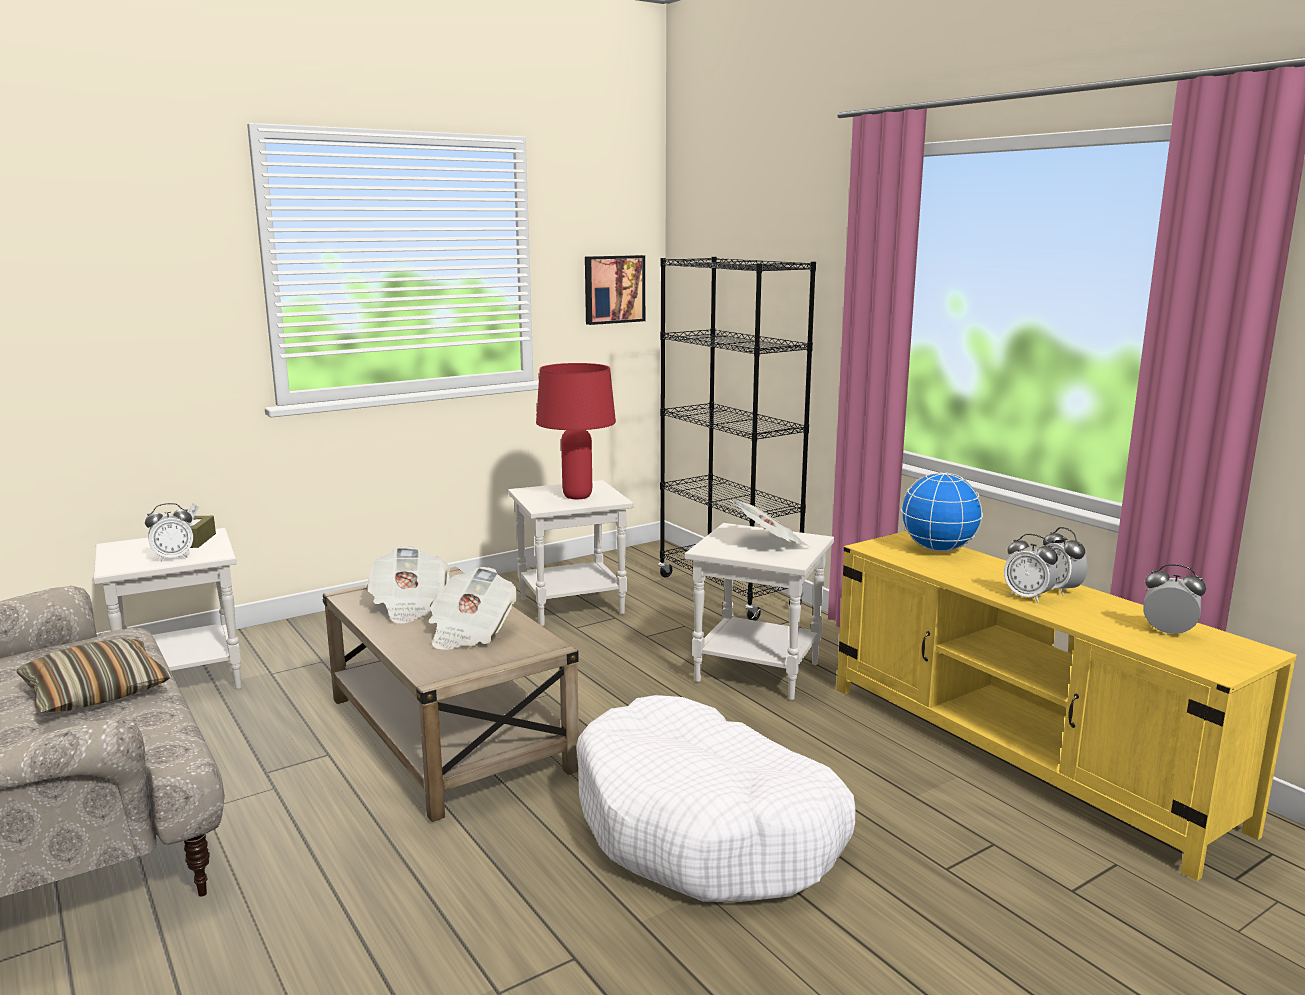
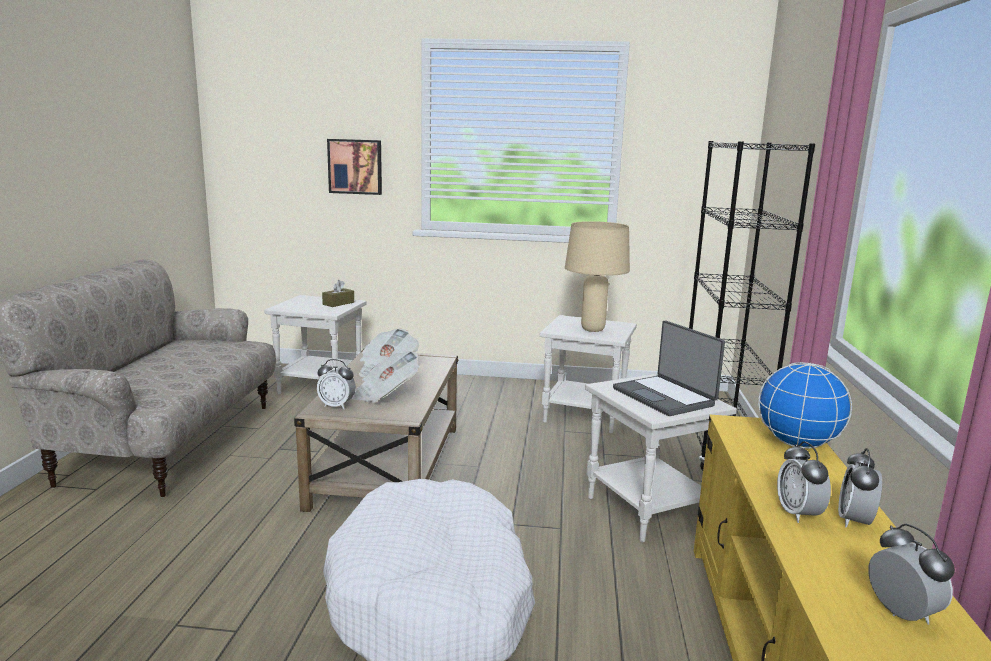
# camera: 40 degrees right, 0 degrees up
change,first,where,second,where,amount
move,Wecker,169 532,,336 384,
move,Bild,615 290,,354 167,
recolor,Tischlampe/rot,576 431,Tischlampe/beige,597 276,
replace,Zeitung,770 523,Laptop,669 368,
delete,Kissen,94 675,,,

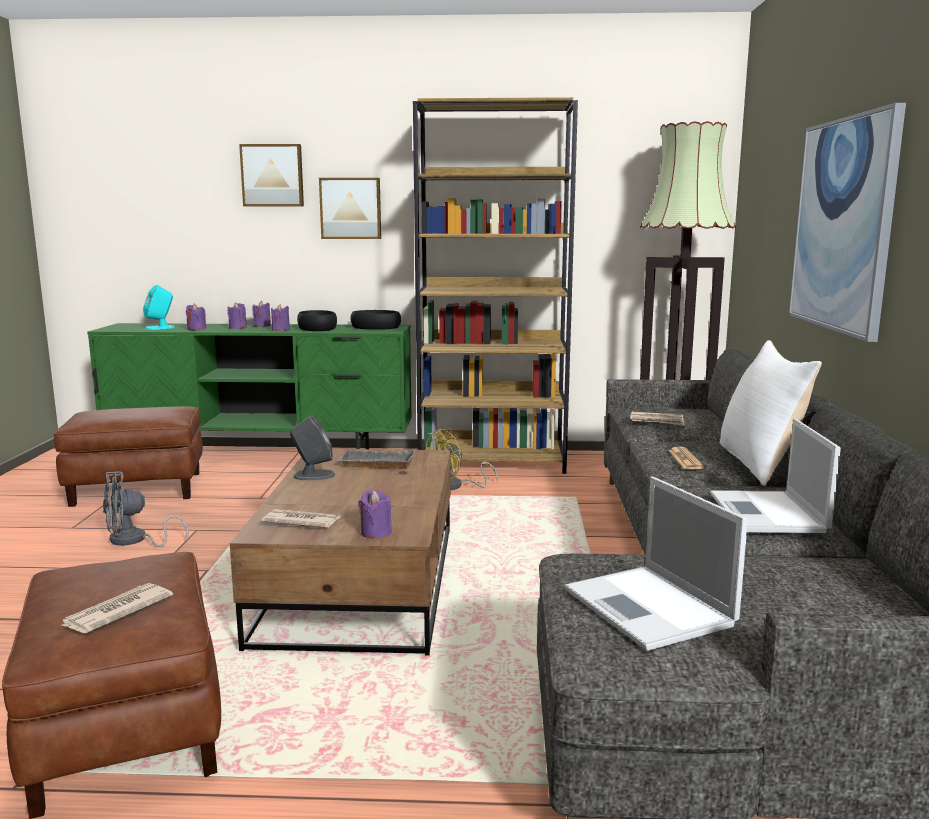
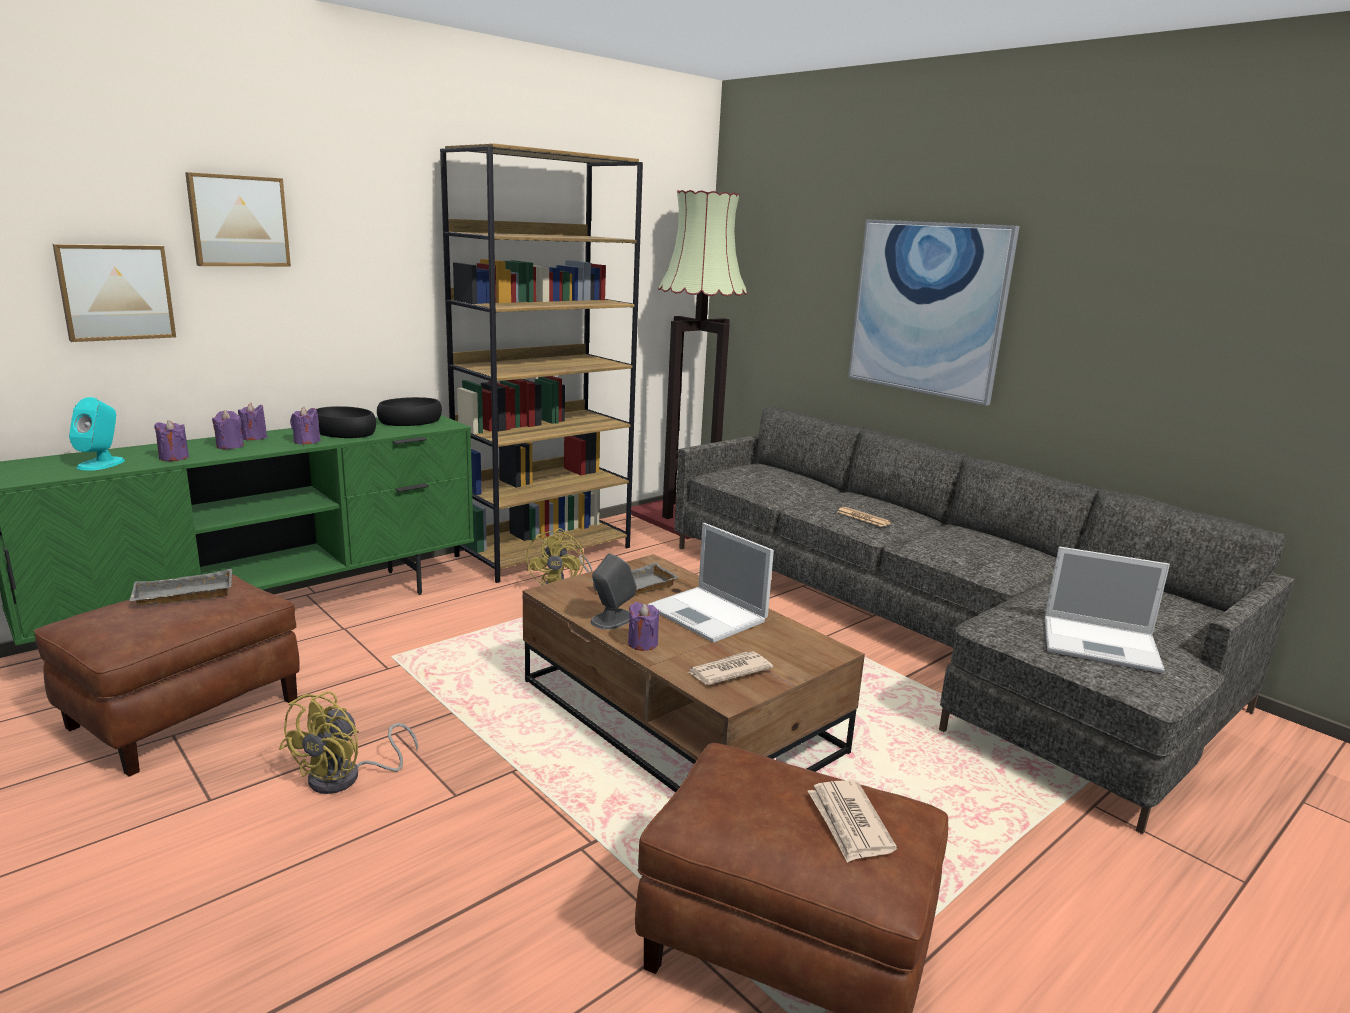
# camera: 45 degrees left, 5 degrees up
change,first,where,second,where,amount
move,Bild,350 208,,114 293,
insert,,,Tablett/grau,180 587,
recolor,Ventilator/grau,146 509,Ventilator/gelb,348 742,
move,Kerze/lila,375 514,,643 626,
move,Laptop,775 475,,710 583,
delete,Zeitung,657 419,,,
delete,Kissen/weiß,771 413,,,

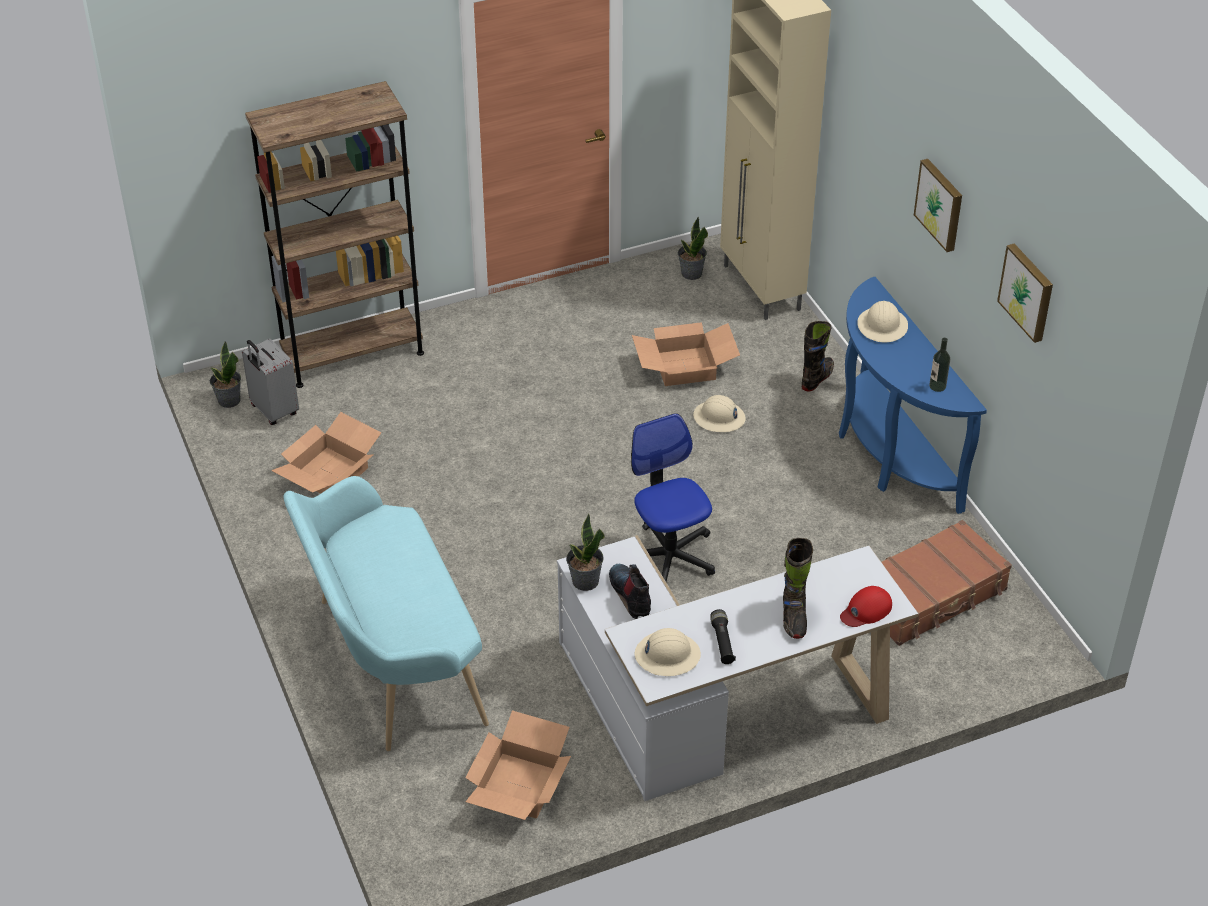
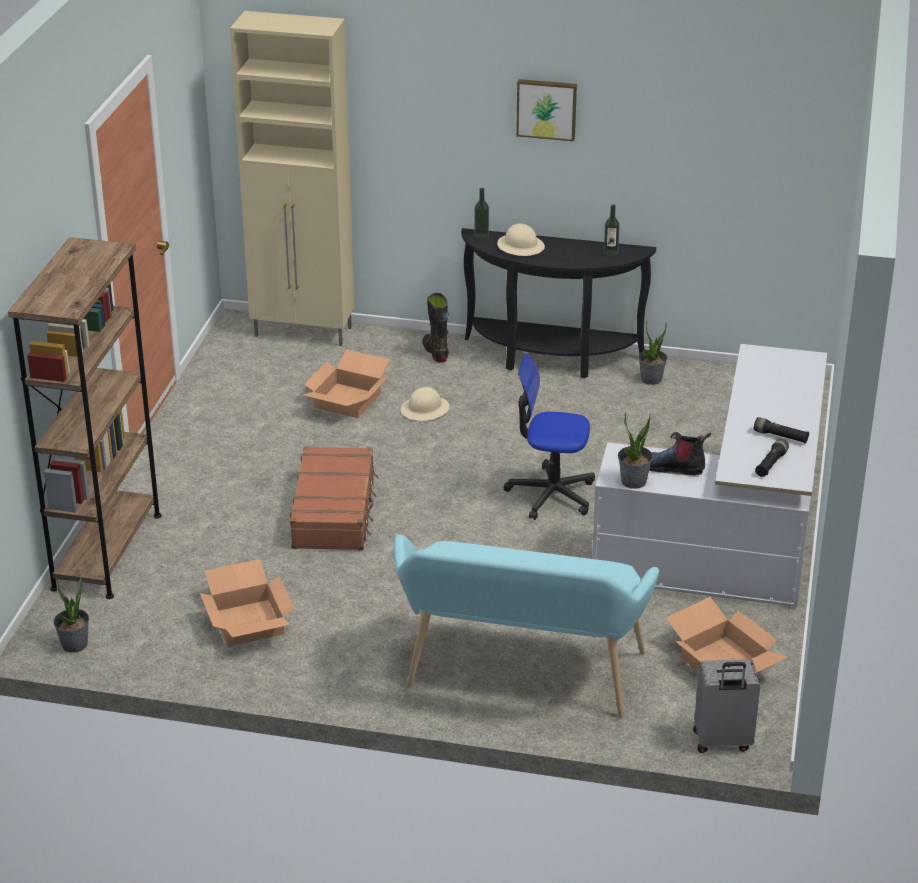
# camera: 55 degrees left, 10 degrees down
change,first,where,second,where,amount
move,Koffer/braun,947 583,,334 498,
recolor,Konsolentisch/blau,913 395,Konsolentisch/schwarz,558 303,
insert,,,Flasche,482 214,
move,Topfpflanze,693 248,,652 352,
move,Koffer/grau,270 381,,726 706,
replace,Schutzhelm/beige,668 652,Taschenlampe/schwarz,772 458,
delete,Stiefel/schwarz,798 588,,,
delete,Kappe/rot,866 606,,,
delete,Bild,1025 293,,,

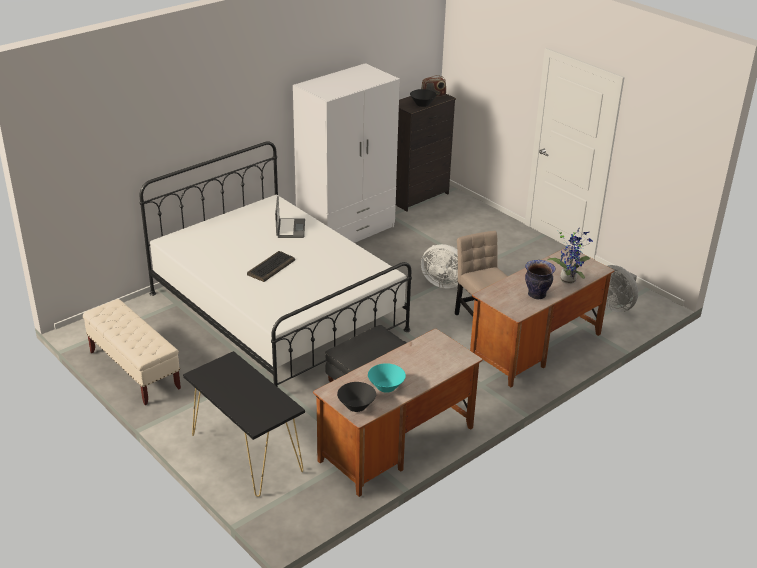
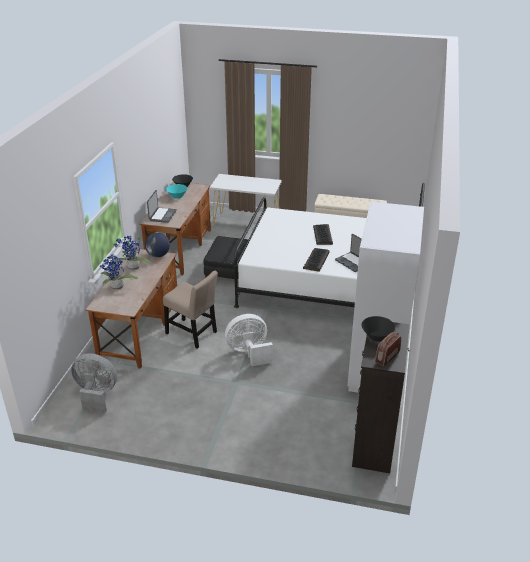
# camera: 145 degrees right, 0 degrees up
change,first,where,second,where,amount
replace,Vase,540 279,Topfpflanze,132 253,
insert,,,Globus,157 245,
insert,,,Laptop,162 206,
recolor,Konsolentisch/schwarz,244 424,Konsolentisch/weiß,246 200,
insert,,,Tastatur,316 260,

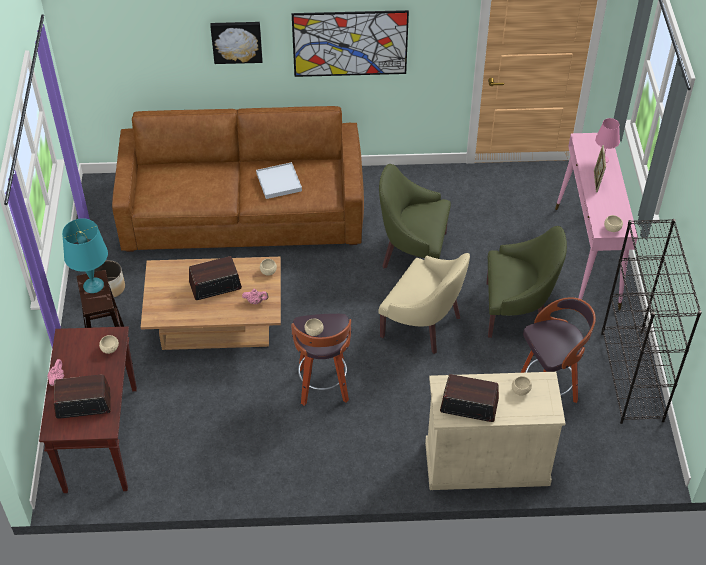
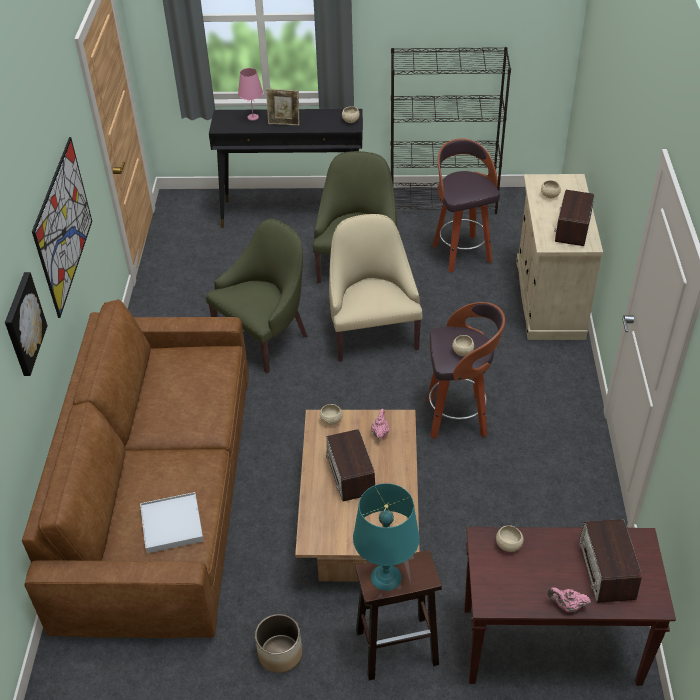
# camera: 85 degrees left, 5 degrees down
change,first,where,second,where,amount
move,Tablett/weiß,279 180,,172 522,
rotate,Sessel/grün,415 216,,256 296,150 degrees counterclockwise
recolor,Konsolentisch/rosa,596 222,Konsolentisch/schwarz,286 168,
rotate,Sessel/beige,424 303,,376 288,45 degrees counterclockwise

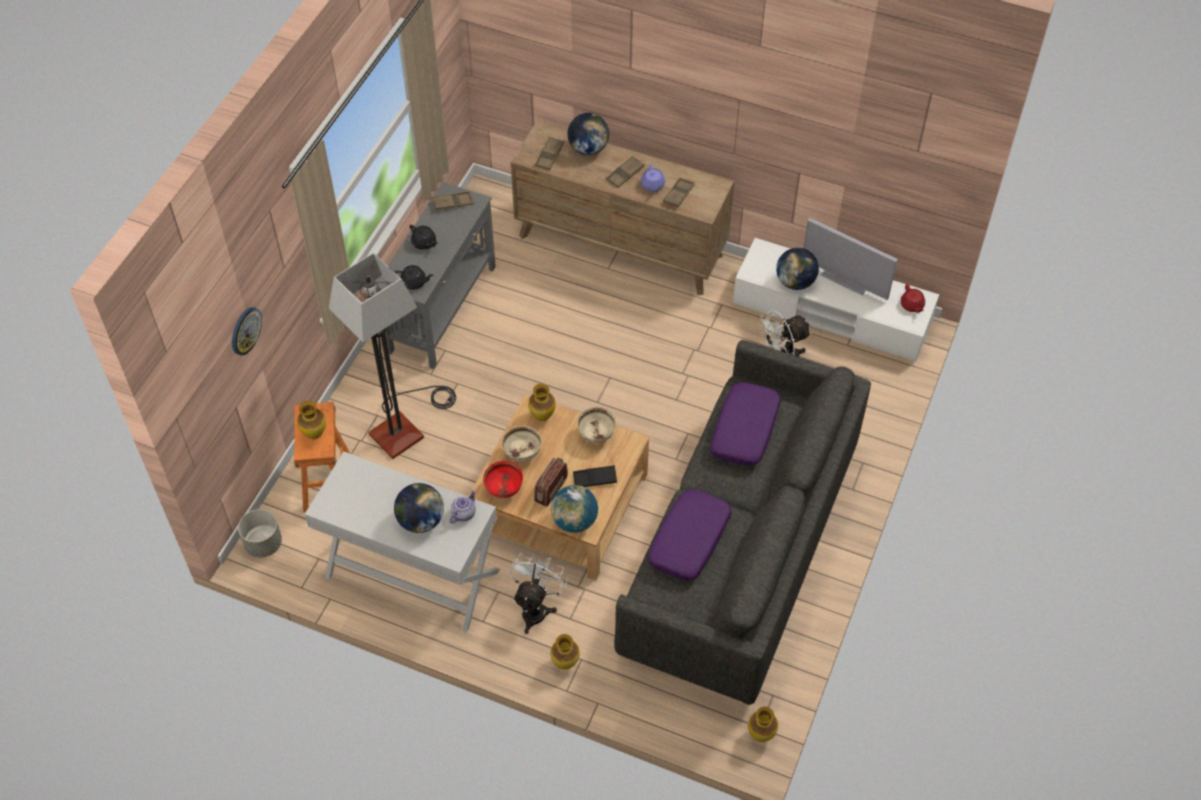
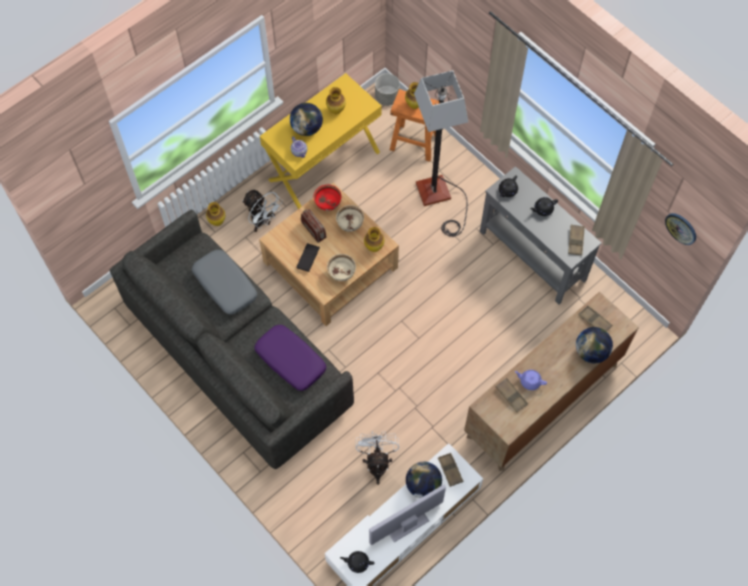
# camera: 115 degrees right, 10 degrees up
change,first,where,second,where,amount
recolor,Kissen/lila,690 535,Kissen/grau,224 282,
recolor,Konsolentisch/weiß,402 542,Konsolentisch/gelb,321 141,
move,Vase,763 724,,336 100,
recolor,Teekanne/rot,912 298,Teekanne/schwarz,357 562,
move,Tablett/braun,625 172,,450 470,
move,Wanduhr,247 331,,680 229,
delete,Globus,574 509,,,

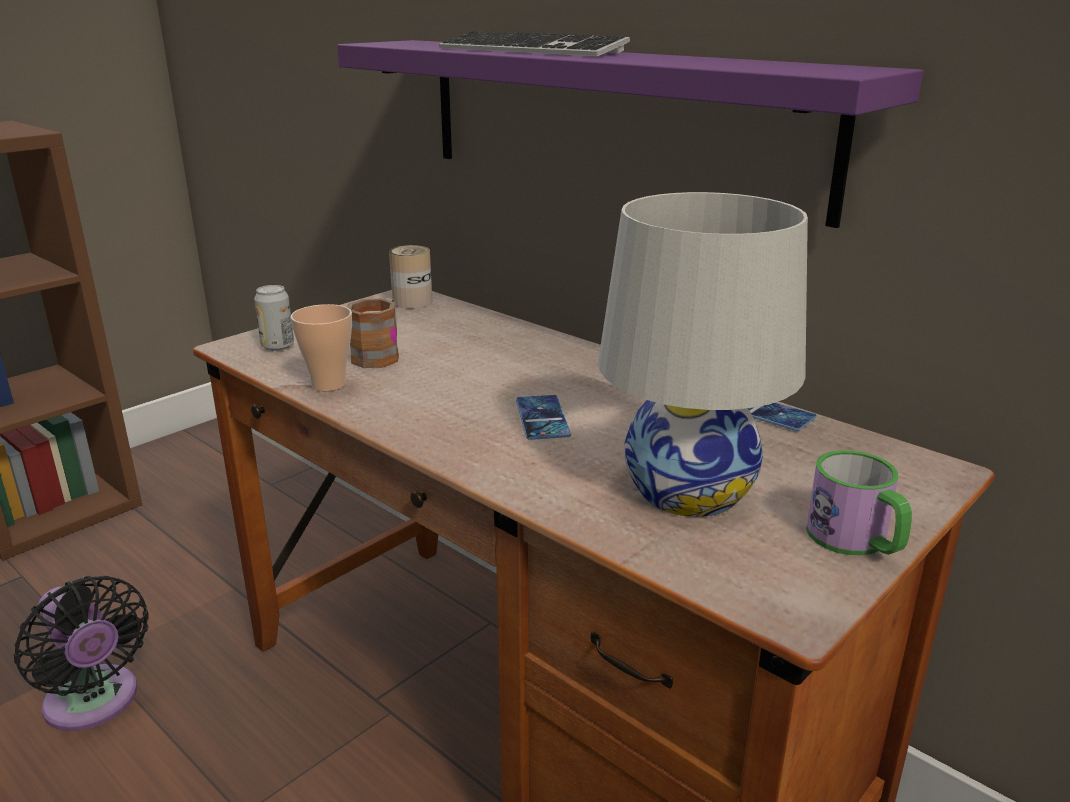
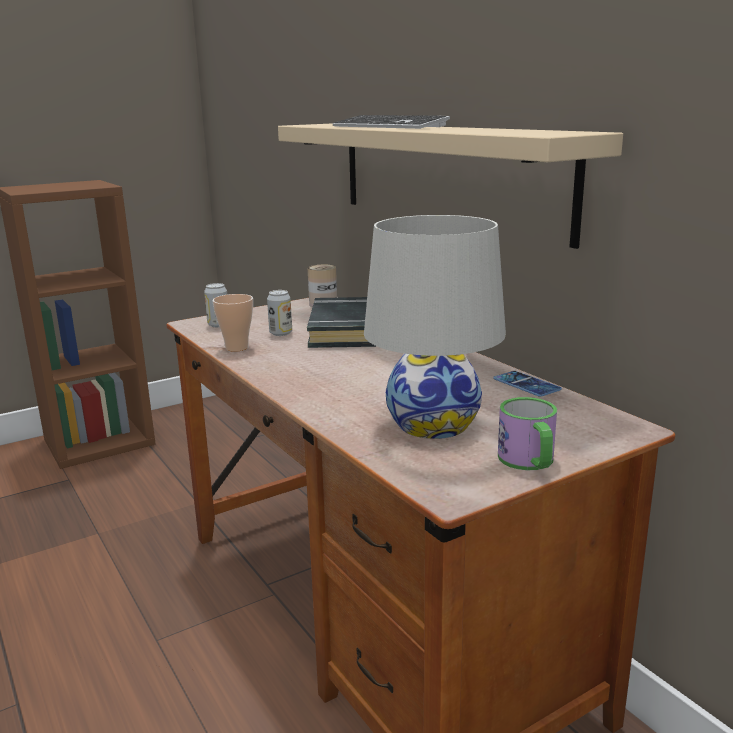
# camera: 15 degrees right, 5 degrees down
change,first,where,second,where,amount
replace,Henkelbecher,373 333,Dose,279 313,
recolor,Wandregal/lila,630 134,Wandregal/beige,450 186,
insert,,,Buch/schwarz,342 322,
delete,Ventilator/schwarz,81 653,,,
delete,Handy,543 417,,,

